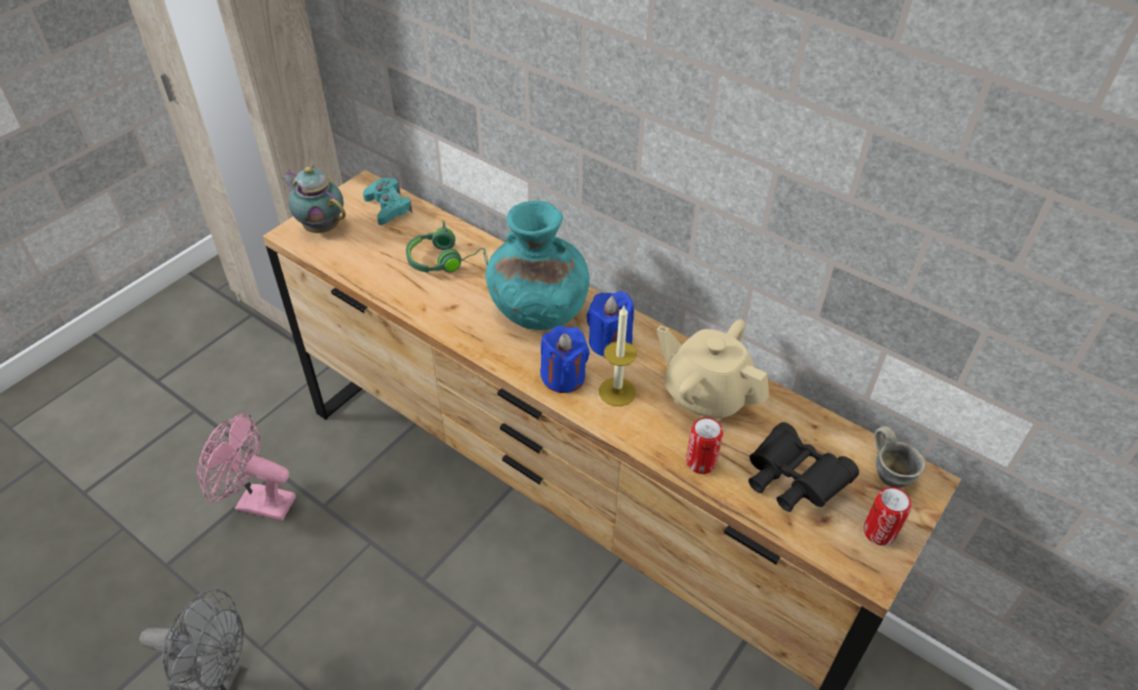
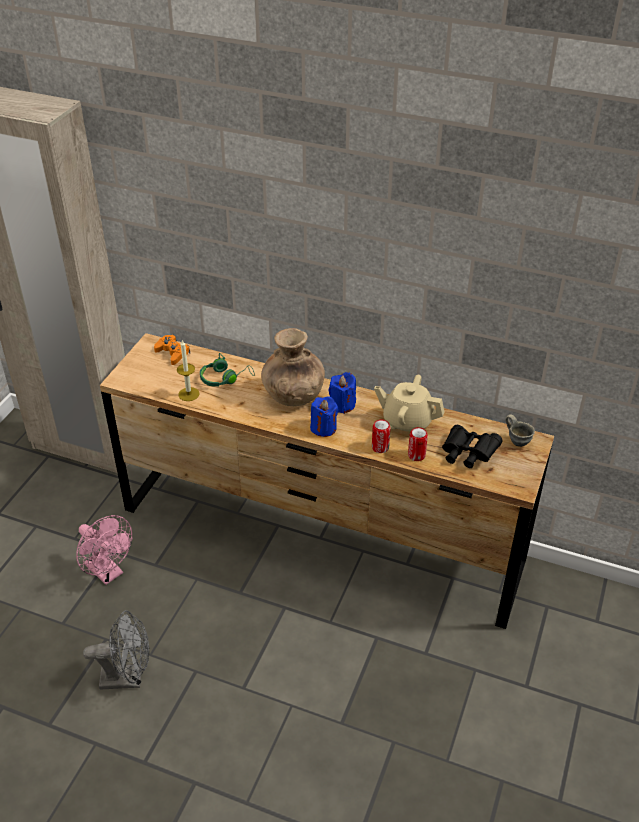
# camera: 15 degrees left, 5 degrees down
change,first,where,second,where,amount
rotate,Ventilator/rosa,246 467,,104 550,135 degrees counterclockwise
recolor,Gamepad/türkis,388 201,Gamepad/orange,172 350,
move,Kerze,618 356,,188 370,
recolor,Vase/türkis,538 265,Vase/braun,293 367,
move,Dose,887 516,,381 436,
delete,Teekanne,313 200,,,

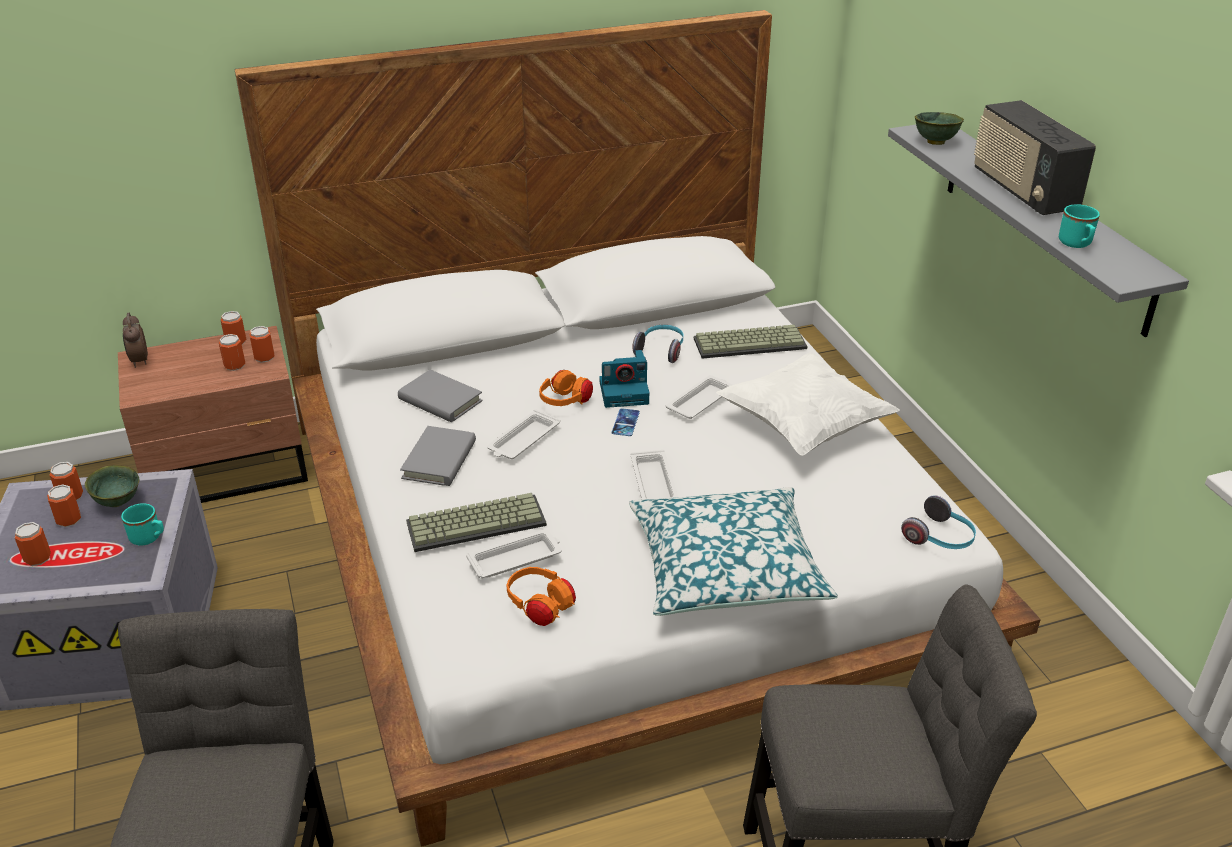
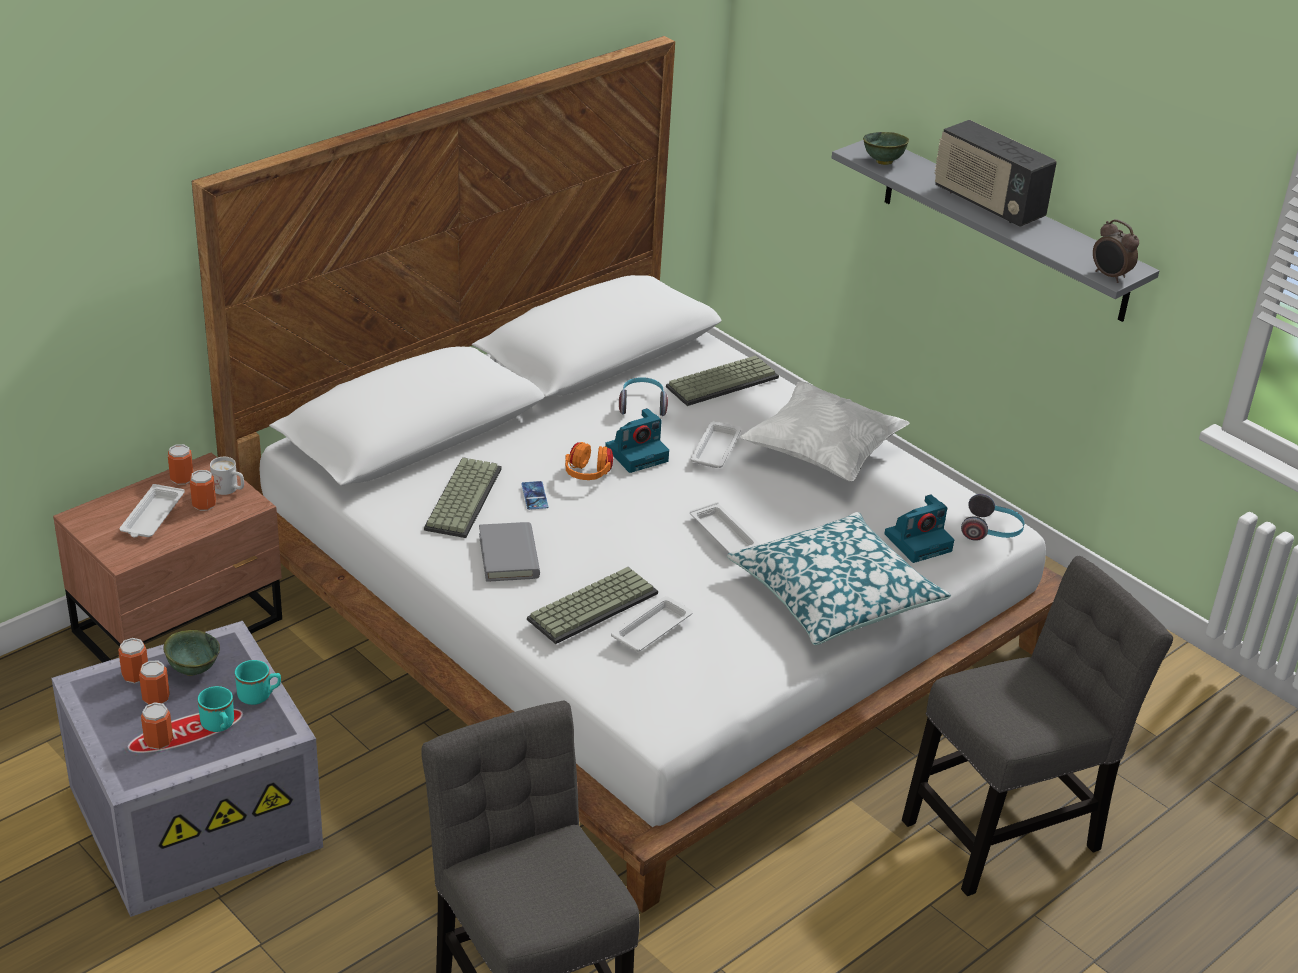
# camera: 25 degrees left, 0 degrees up
change,first,where,second,where,amount
move,Tablett/weiß,523 434,,152 510,
move,Henkelbecher/türkis,1079 226,,216 709,
replace,Dose,262 344,Henkelbecher/weiß,227 476,
replace,Buch/grau,440 396,Tastatur,463 497,
move,Handy,626 422,,535 495,
insert,,,Kamera,919 528,
move,Wecker,135 340,,1116 251,
delete,Kopfhörer/orange,541 596,,,

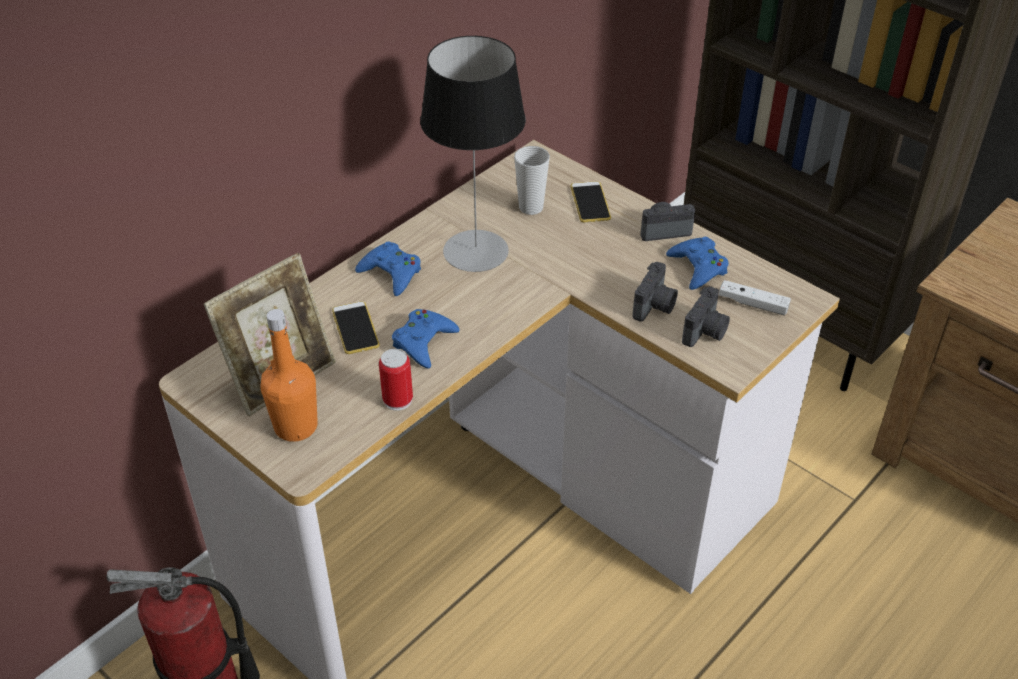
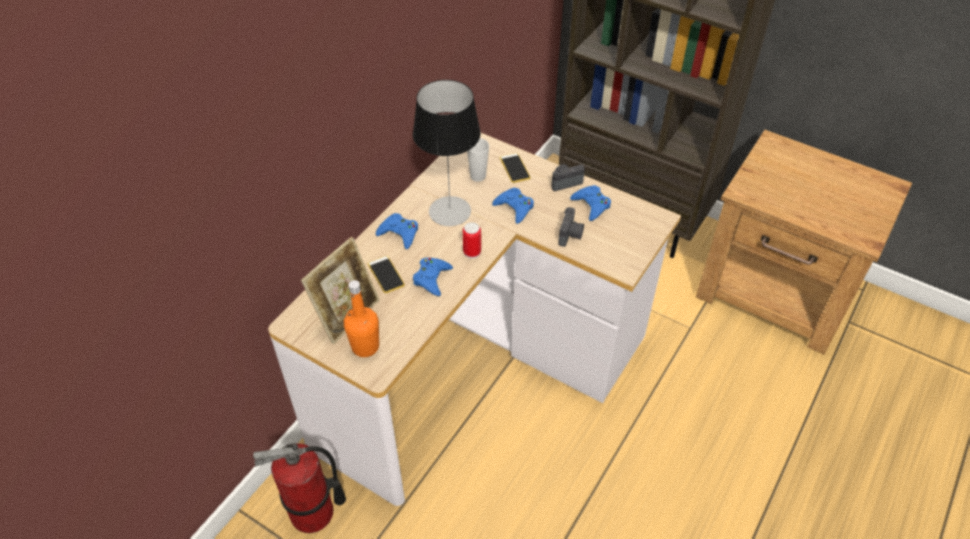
# camera: 10 degrees left, 5 degrees up
change,first,where,second,where,amount
move,Dose,396 380,,472 240,
insert,,,Gamepad/blau,513 206,
delete,Kamera,706 316,,,
delete,Gamepad/weiß,755 297,,,

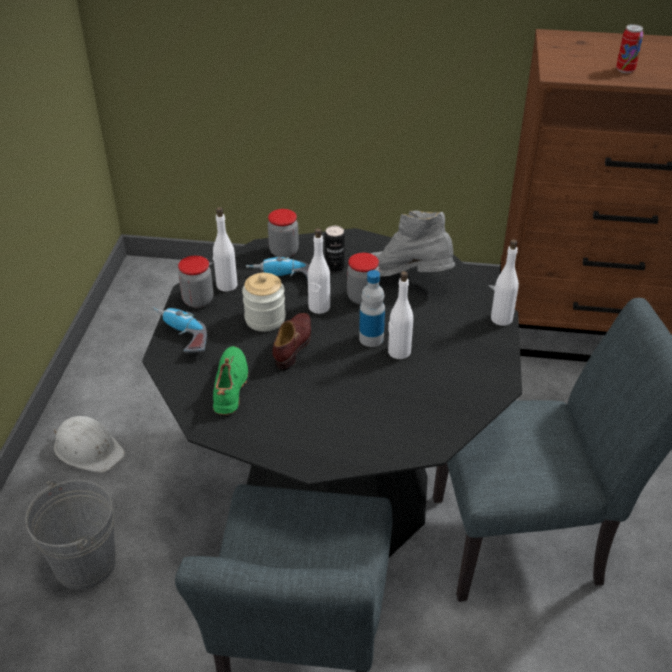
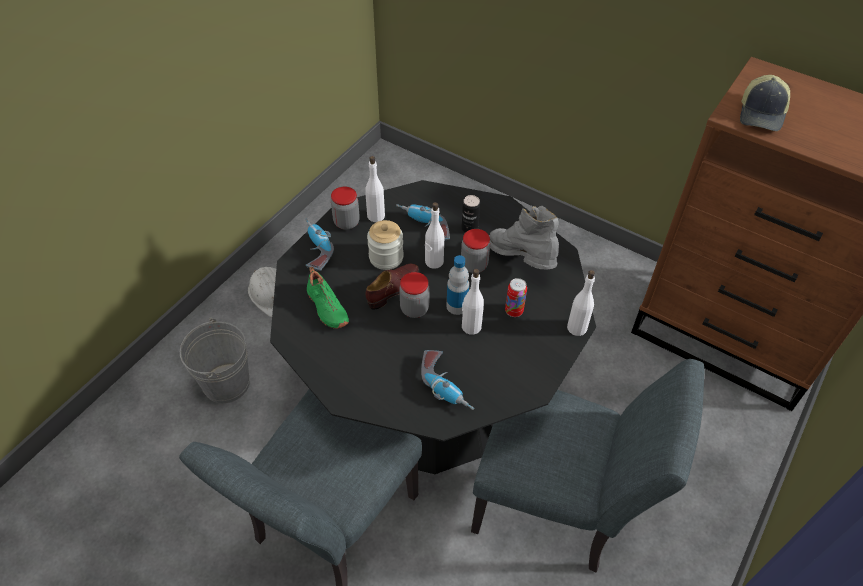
# camera: 25 degrees right, 10 degrees up
change,first,where,second,where,amount
rotate,Schuh/grün,230 380,,328 298,120 degrees clockwise
move,Vorratsglas,283 233,,414 295,
insert,,,Bohrmaschine,447 380,
move,Dose,630 48,,516 297,
insert,,,Kappe,765 103,

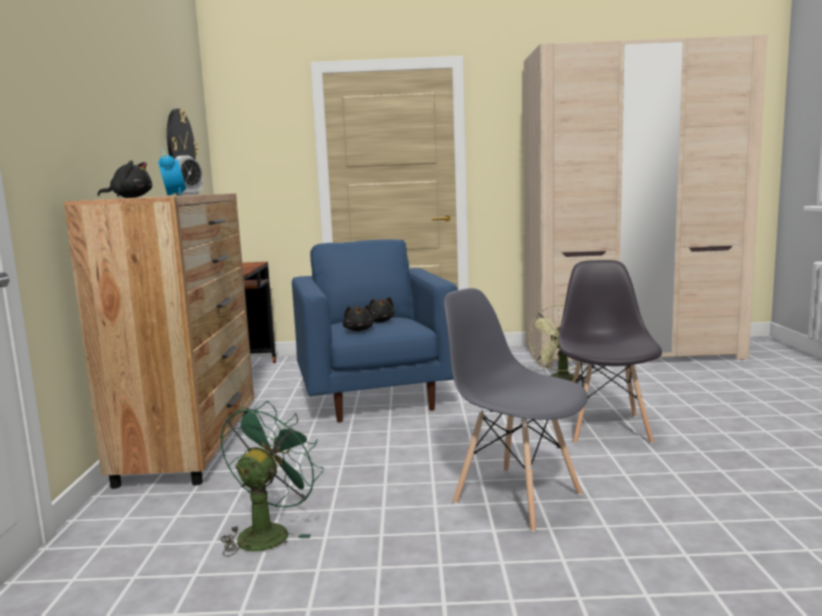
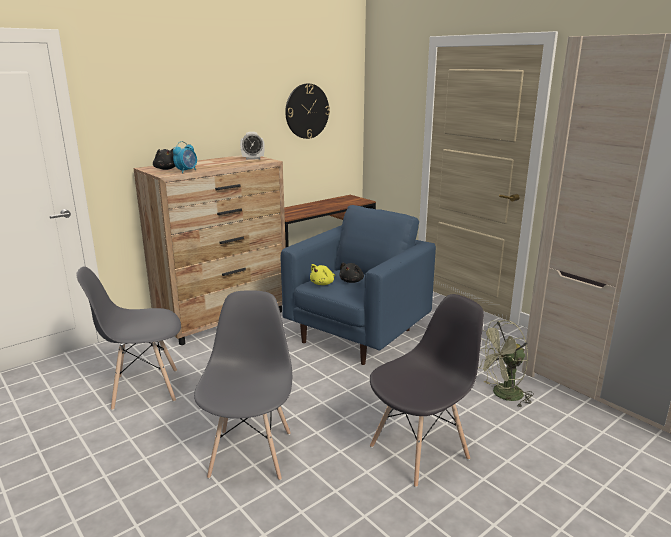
# camera: 50 degrees right, 10 degrees up
change,first,where,second,where,amount
replace,Ventilator/grün,272 479,Stuhl/grau,128 338,
recolor,Plüschtier/schwarz,358 318,Plüschtier/gelb,322 274,

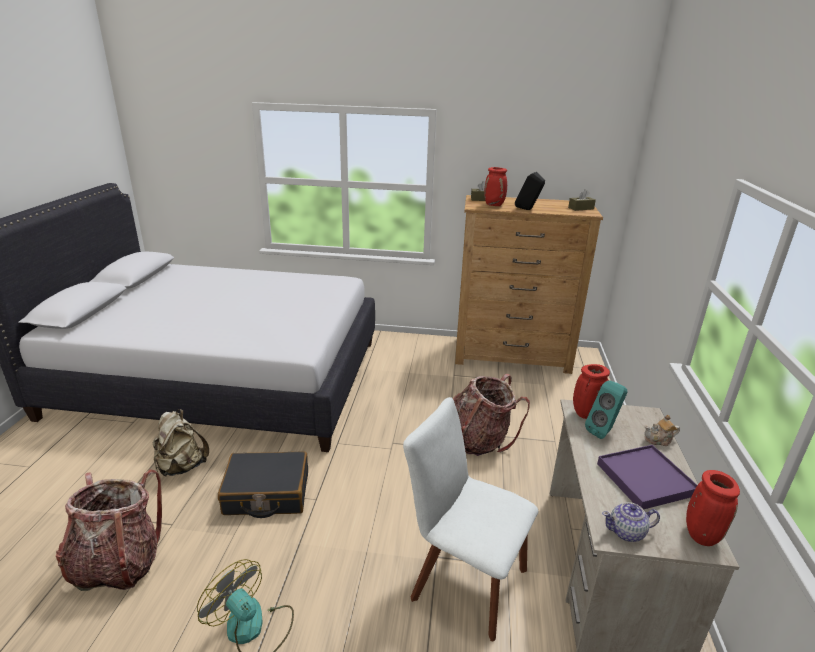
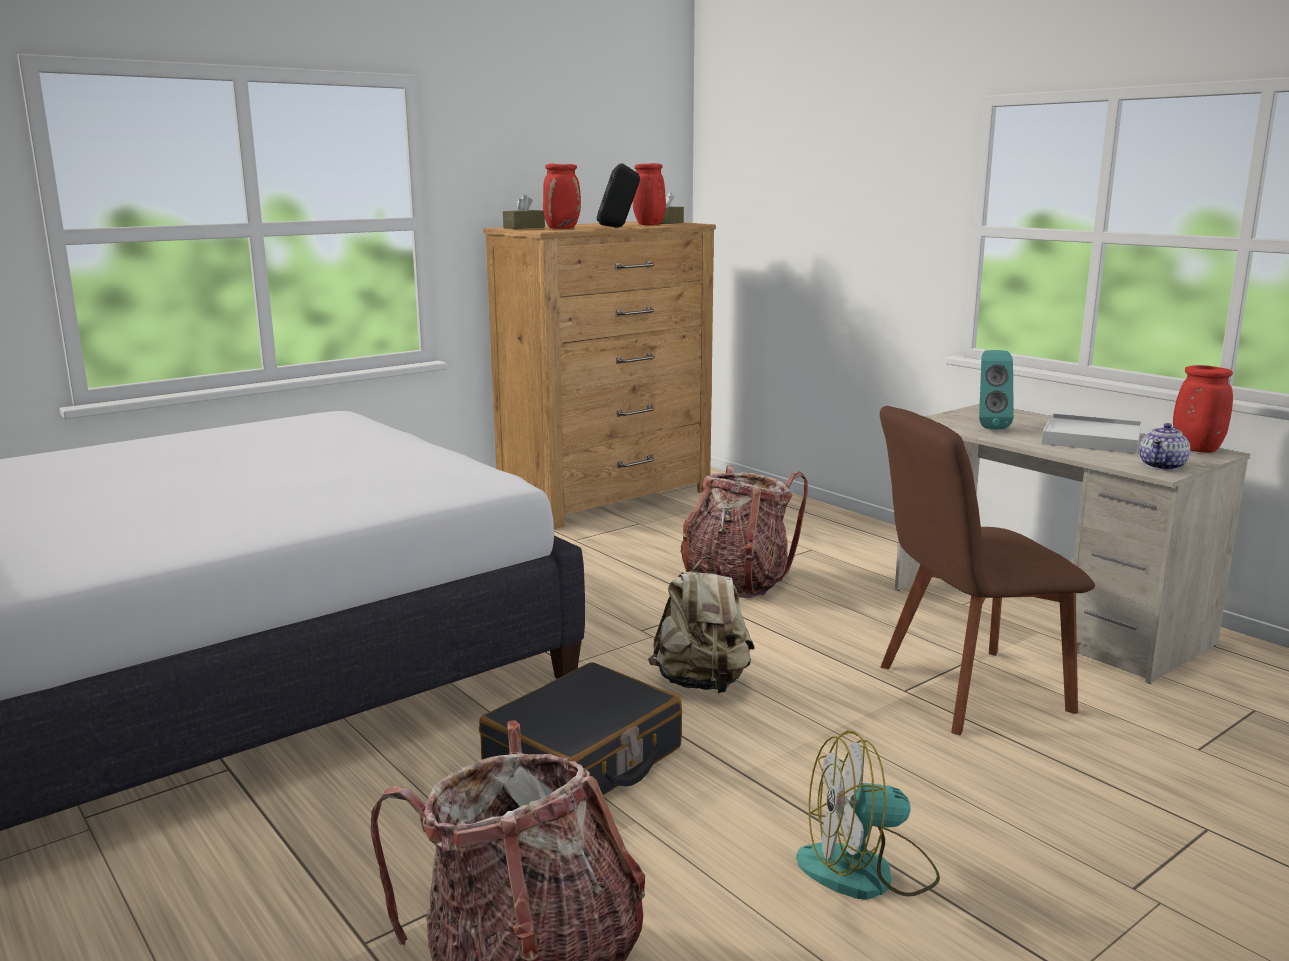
# camera: 45 degrees left, 10 degrees down
change,first,where,second,where,amount
move,Vase/rot,591 391,,649 194,
move,Rucksack/beige,181 442,,701 624,
recolor,Stuhl/weiß,470 519,Stuhl/braun,987 570,
recolor,Tablett/lila,647 477,Tablett/weiß,1091 434,
delete,Teekanne,662 430,,,

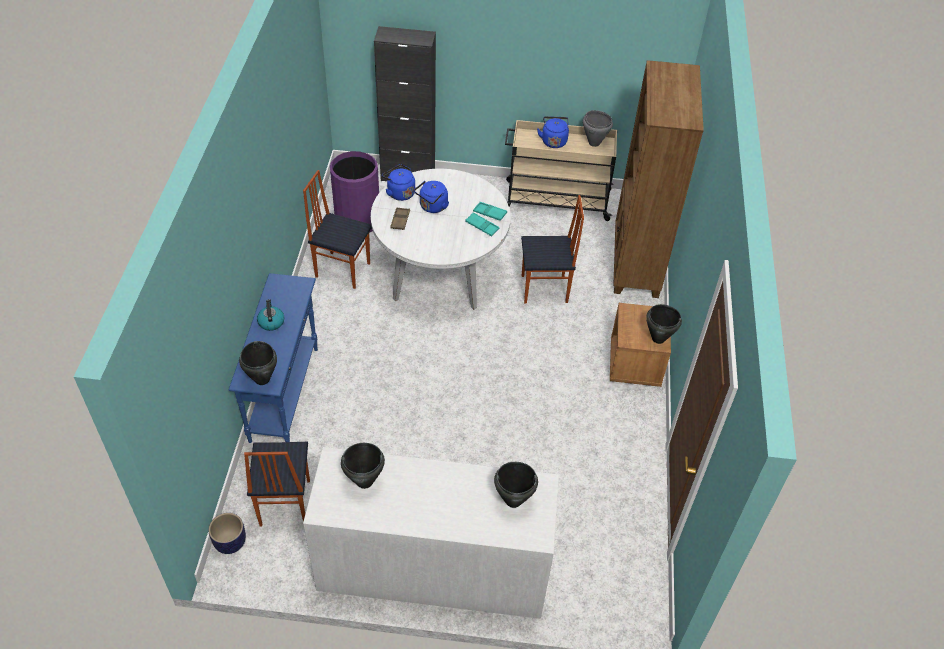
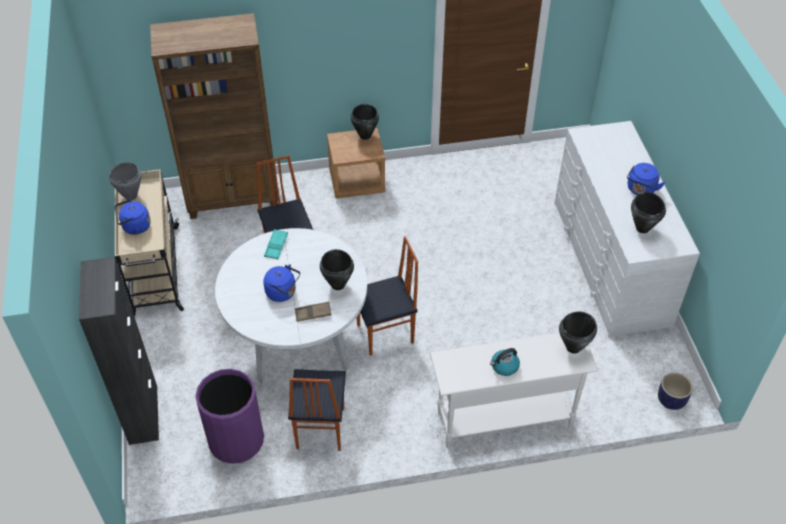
# camera: 105 degrees left, 0 degrees up
change,first,where,second,where,amount
move,Kochtopf/schwarz,516 485,,337 269,
move,Stuhl,277 484,,387 296,
recolor,Konsolentisch/blau,273 358,Konsolentisch/weiß,514 390,
move,Wasserkessel/blau,398 182,,646 179,
delete,Tablett/türkis,482 224,,,

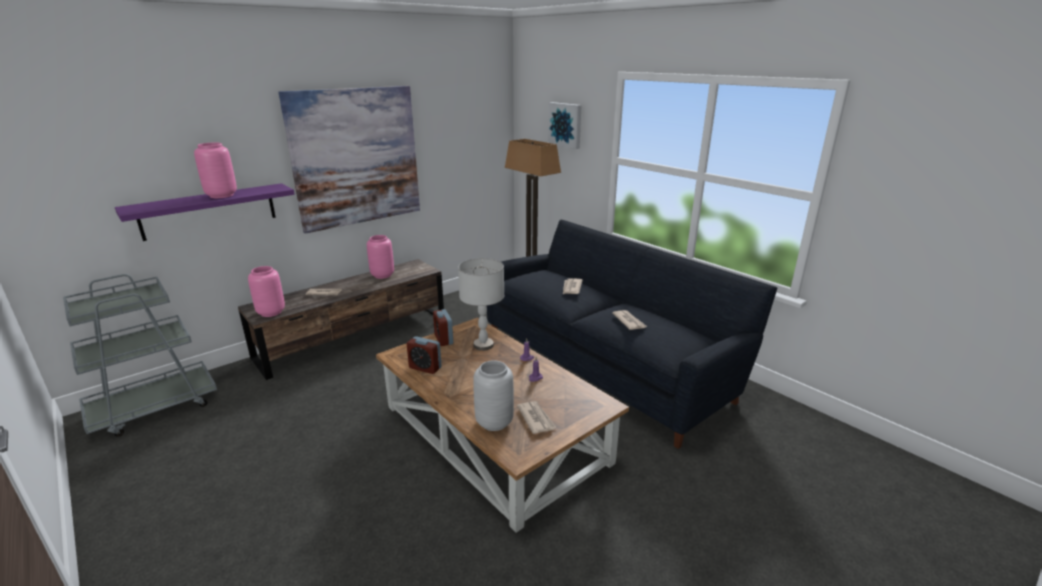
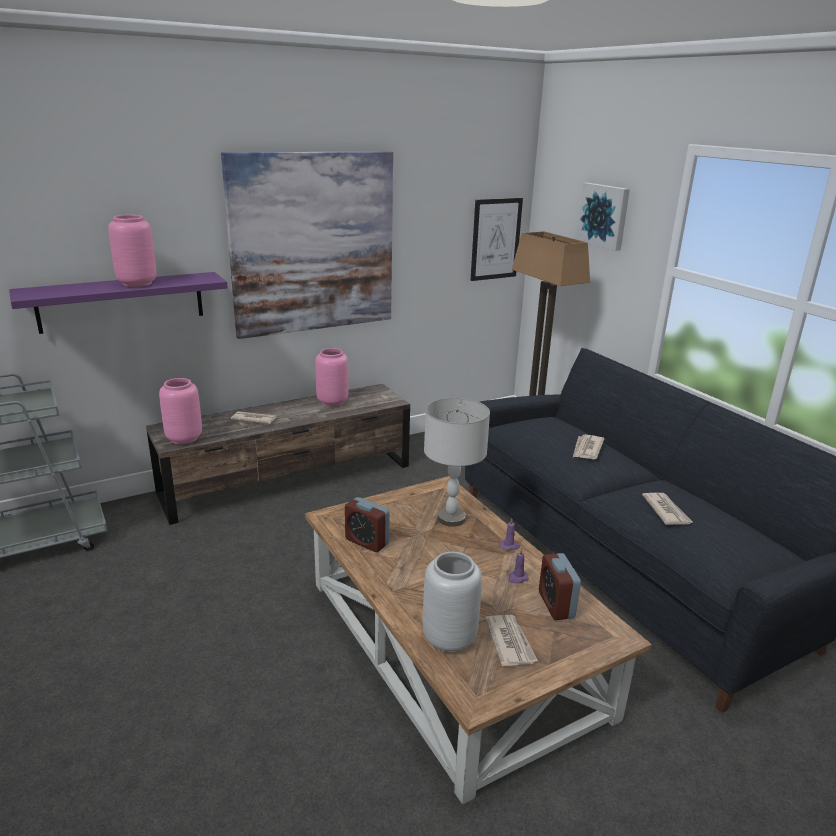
# camera: 10 degrees right, 0 degrees up
change,first,where,second,where,amount
insert,,,Bild,497 239,
move,Wecker,443 327,,560 586,

